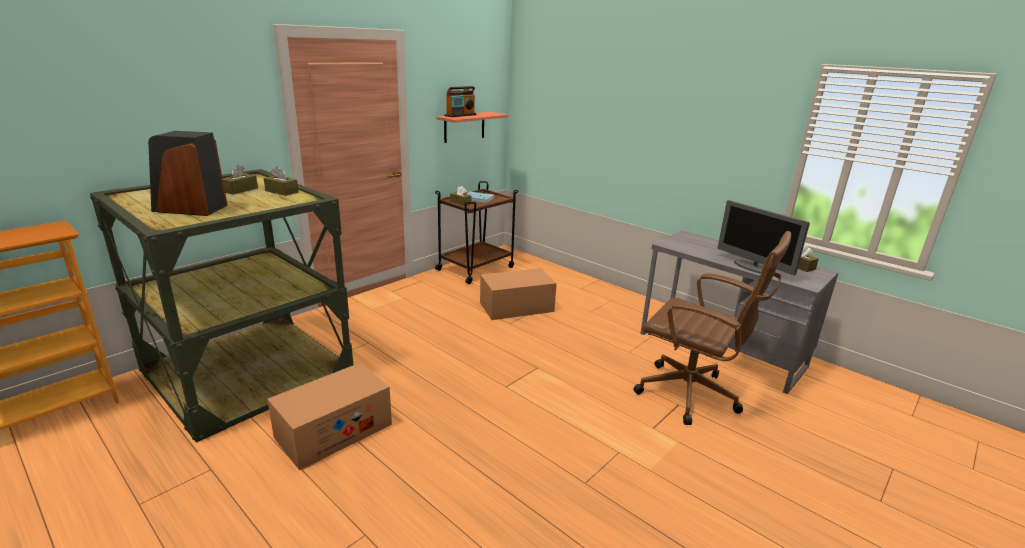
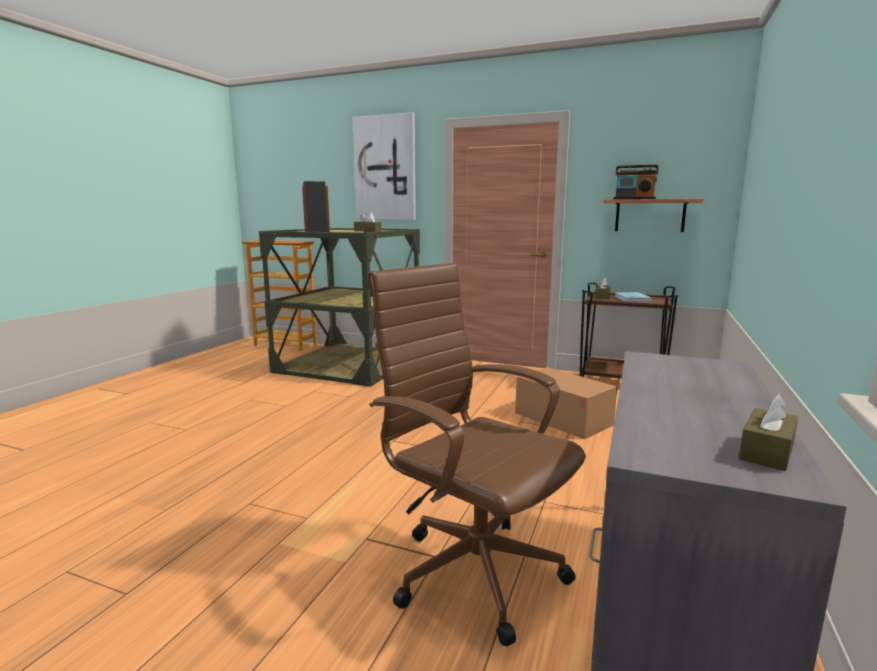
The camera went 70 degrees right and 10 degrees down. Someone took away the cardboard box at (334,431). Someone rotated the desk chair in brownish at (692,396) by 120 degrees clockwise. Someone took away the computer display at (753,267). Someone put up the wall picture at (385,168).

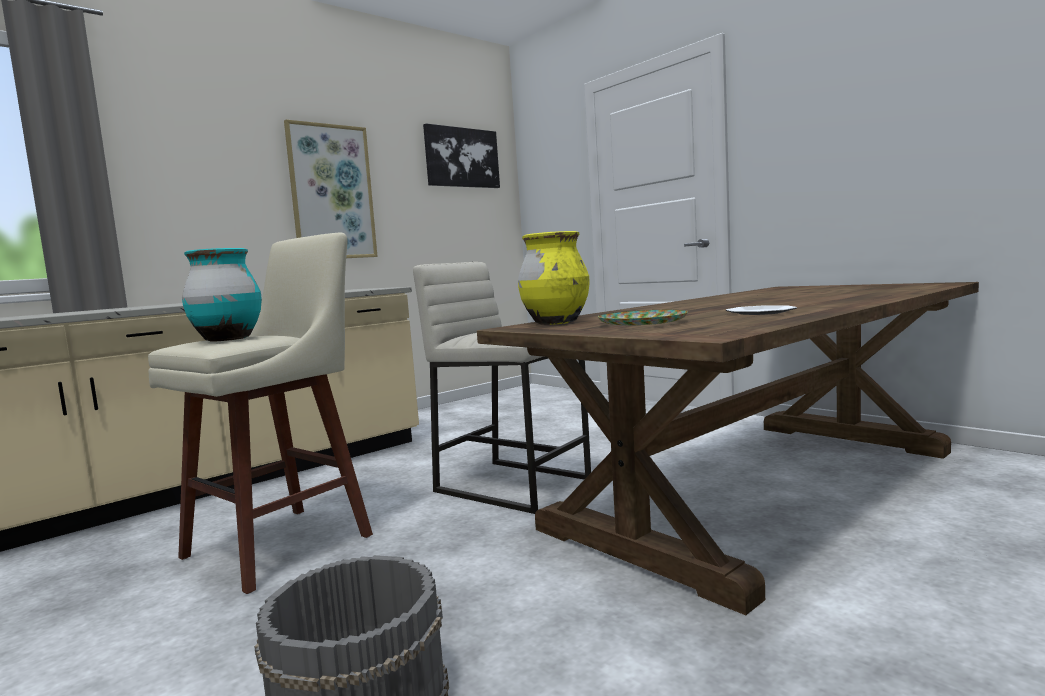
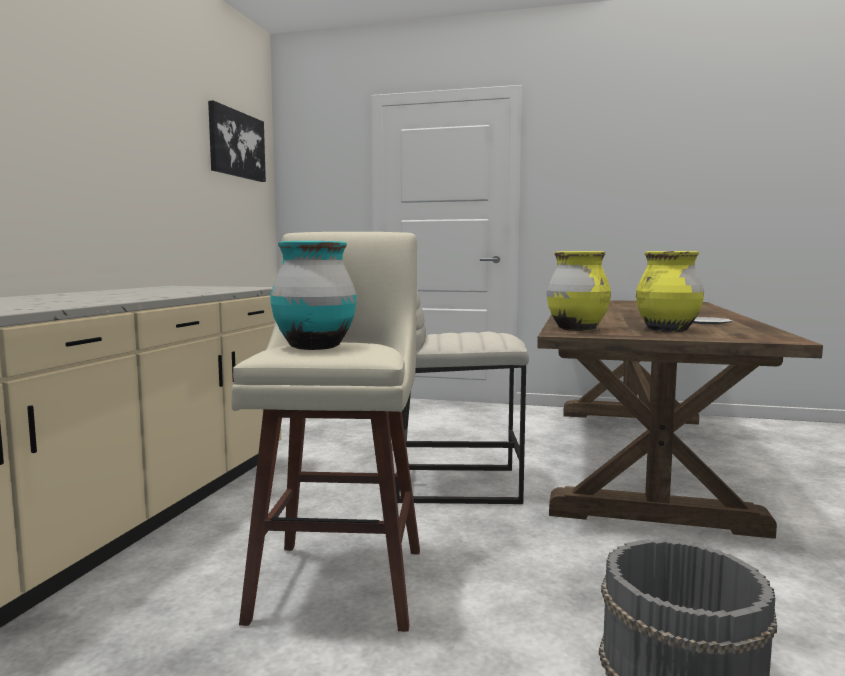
The camera went 35 degrees left and 0 degrees up. Someone took away the wall picture at (331,192). Someone swapped the dinner plate at (643,323) for the flower vase in yellow at (667,330).

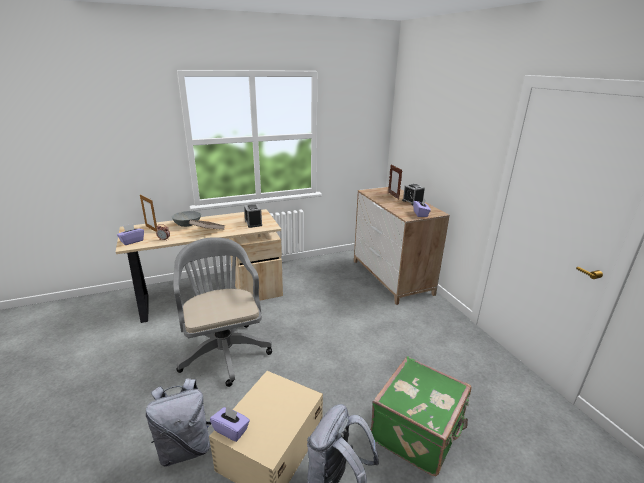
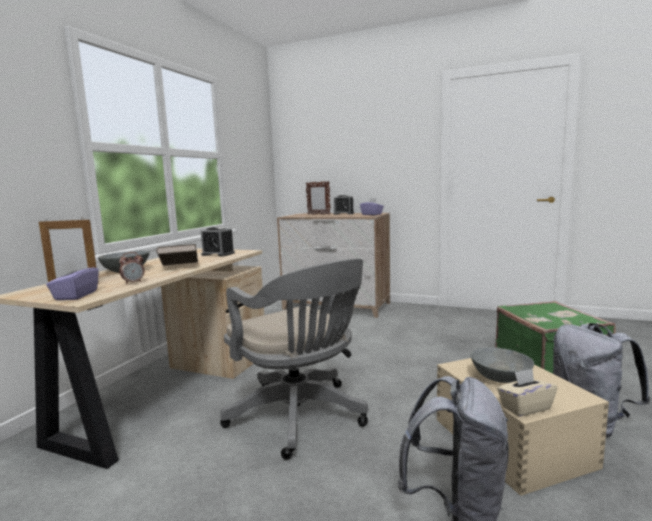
The camera went 45 degrees left and 15 degrees down. Someone rotated the desk chair in greyish at (224,349) by 150 degrees counterclockwise. Someone repainted the tissue holder in purple at (231,430), which became the tissue holder in beige-coloured at (525,407). Someone put down the serving bowl in greyish at (500,378).

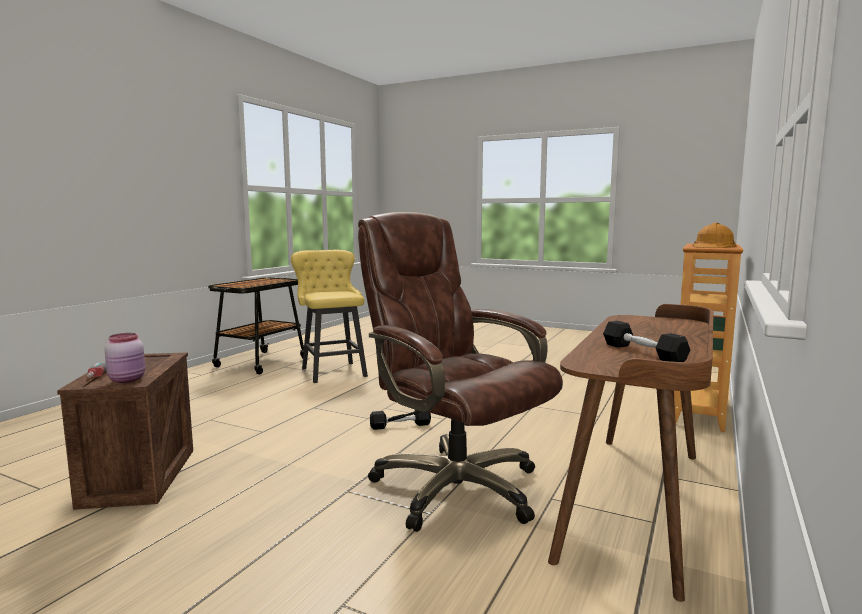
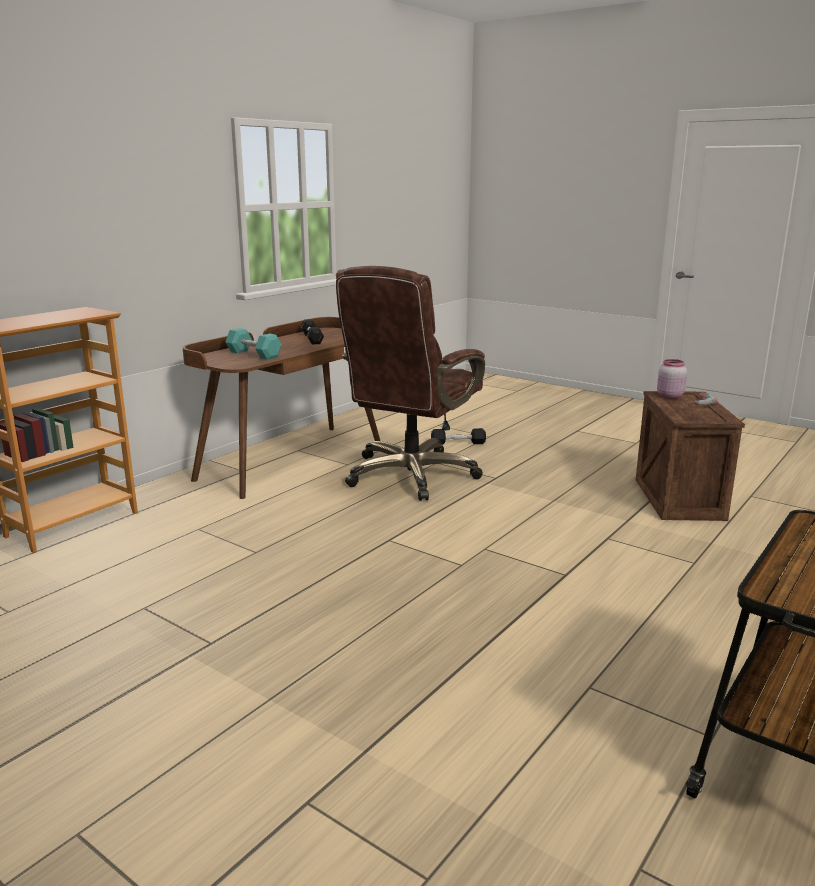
The camera went 170 degrees left and 10 degrees up. Someone took away the stool seat in yellow at (331,370). Someone rotated the desk chair in brownish at (456,487) by 60 degrees clockwise. Someone carried the dumbbell in black-coloured from (400,425) to (458,443). Someone took away the safety helmet in orange-coloured at (713,246). Someone put down the dumbbell in turquoise-coloured at (254,354).

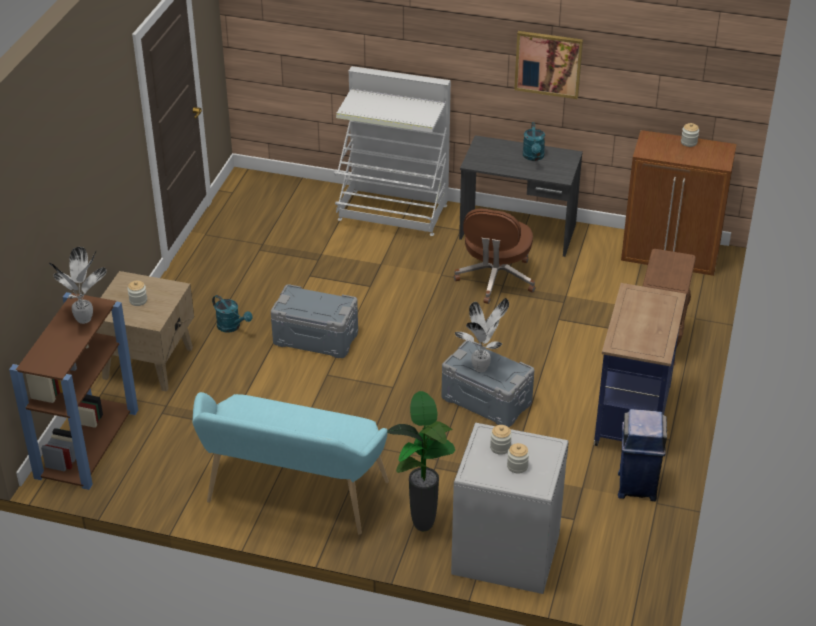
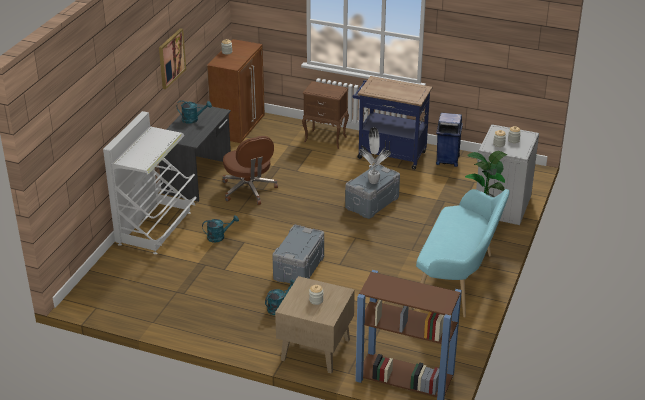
The camera went 85 degrees left and 5 degrees down. Someone took away the plant in a pot at (85,319). Someone rotated the desk chair in brownish at (495,279) by 45 degrees clockwise. Someone put down the watering can in turquoise-coloured at (219,237).

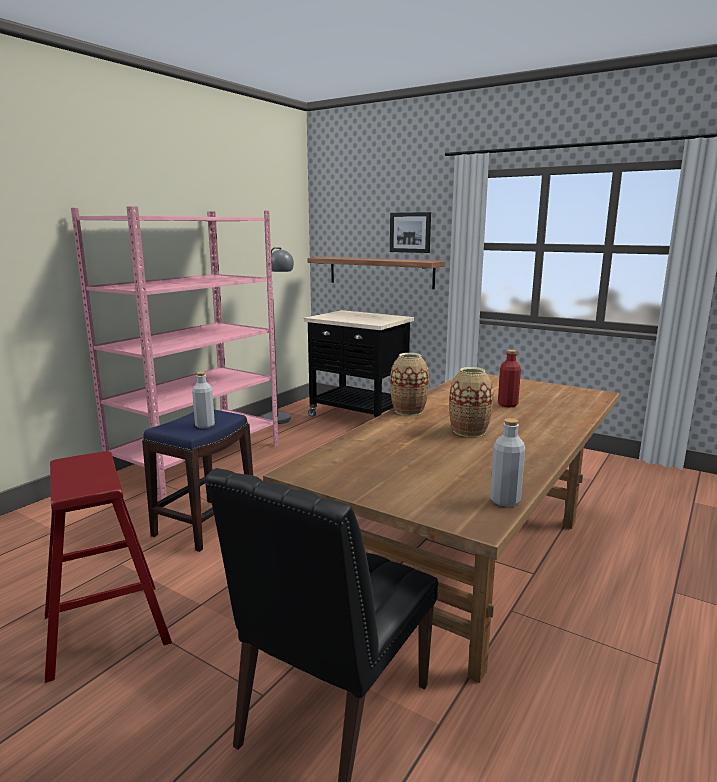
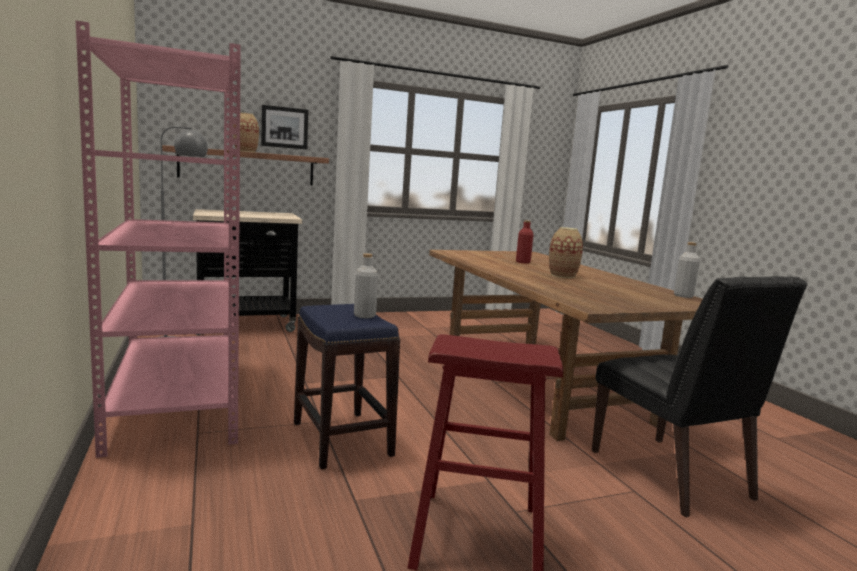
The camera went 55 degrees left and 5 degrees down. Someone carried the flower vase from (408,410) to (246,151).

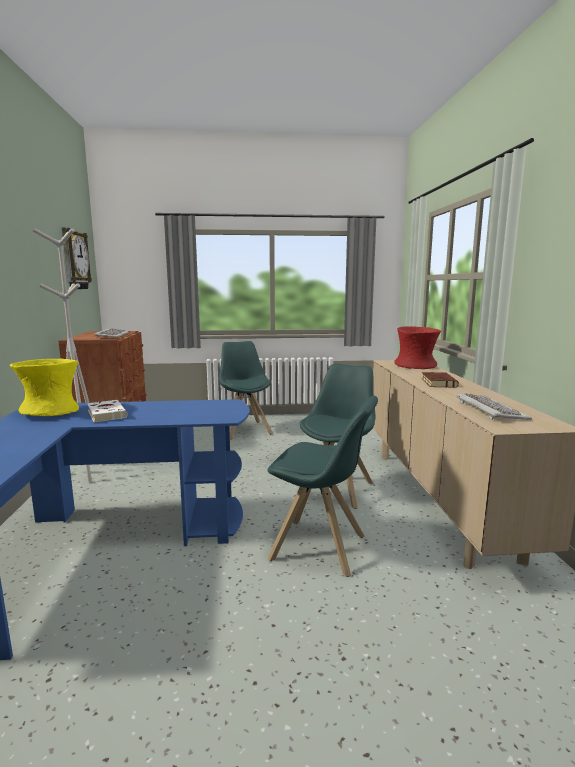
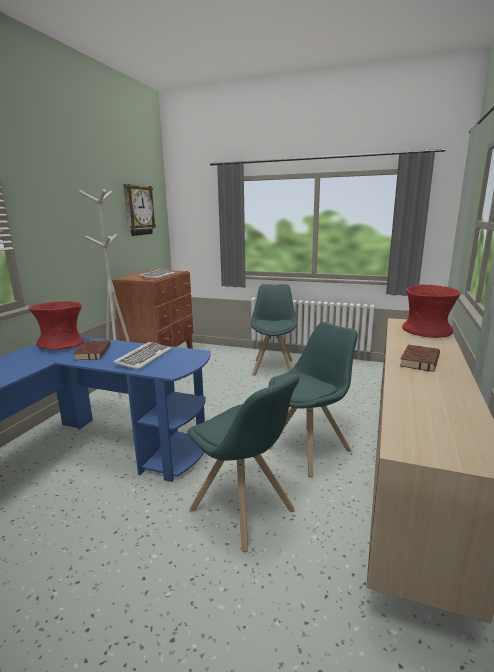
The camera went 25 degrees right and 5 degrees up. Someone repainted the flower vase in yellow at (50,412), which became the flower vase in red-coloured at (62,344). Someone repainted the book in white-coloured at (106,414), which became the book in brownish at (93,352). Someone carried the computer keyboard from (489,410) to (143,358).

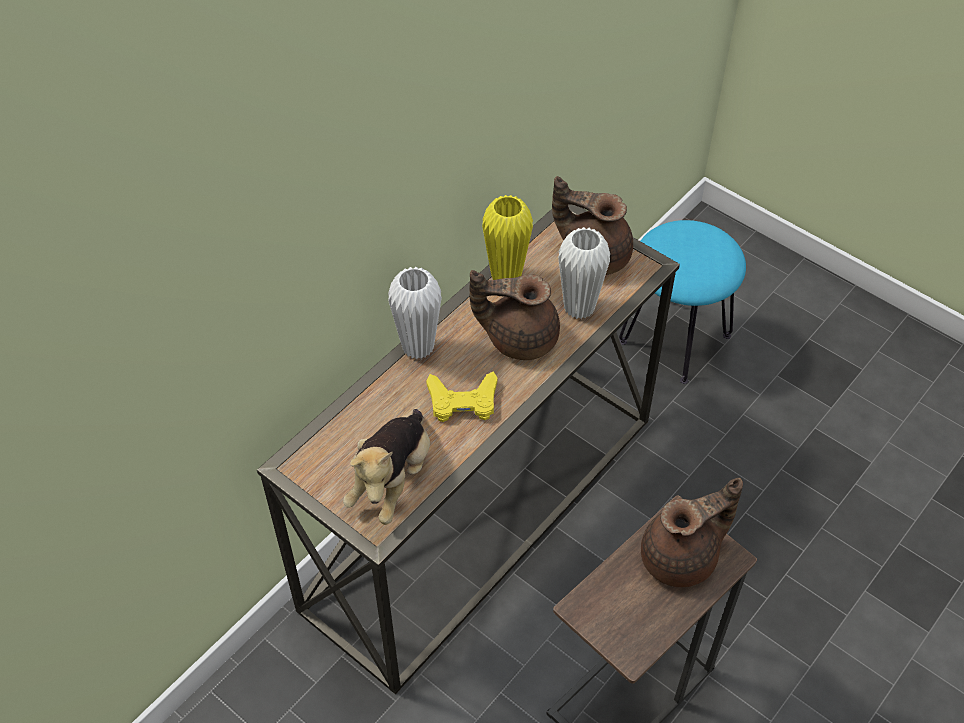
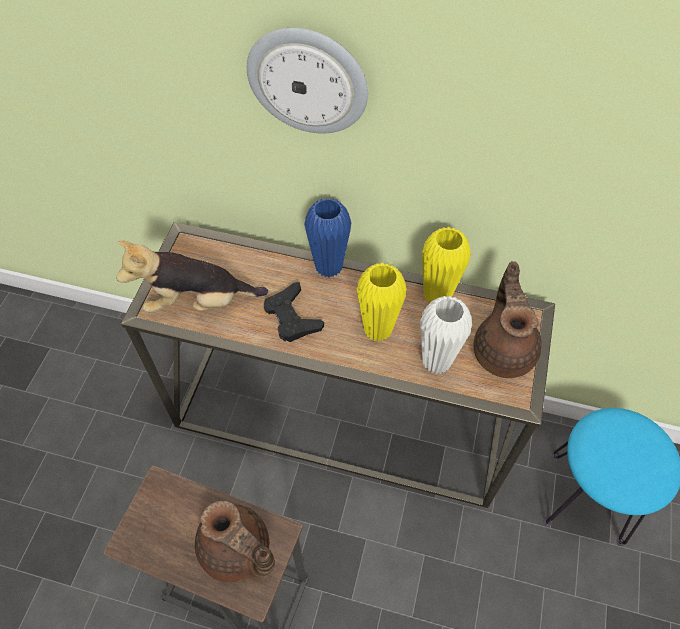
The camera went 65 degrees right and 5 degrees up. Someone repainted the flower vase in white-coloured at (418,347), which became the flower vase in bluish at (328,267). Someone repainted the gamepad in yellow at (462,401), which became the gamepad in black-coloured at (292,317). Someone swapped the tea pot in brownish at (518,337) for the flower vase in yellow at (377,329). Someone put up the hanging clock at (308,81).

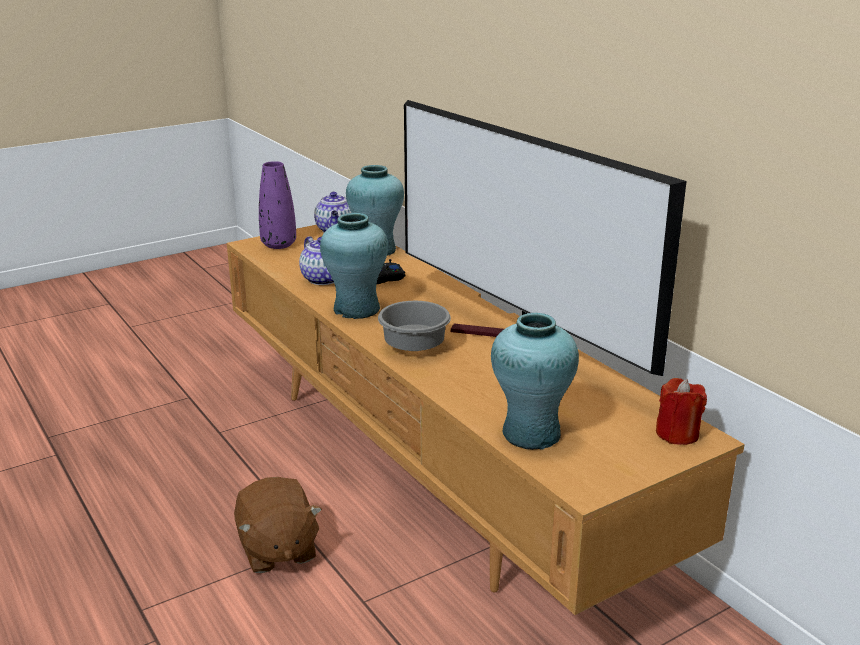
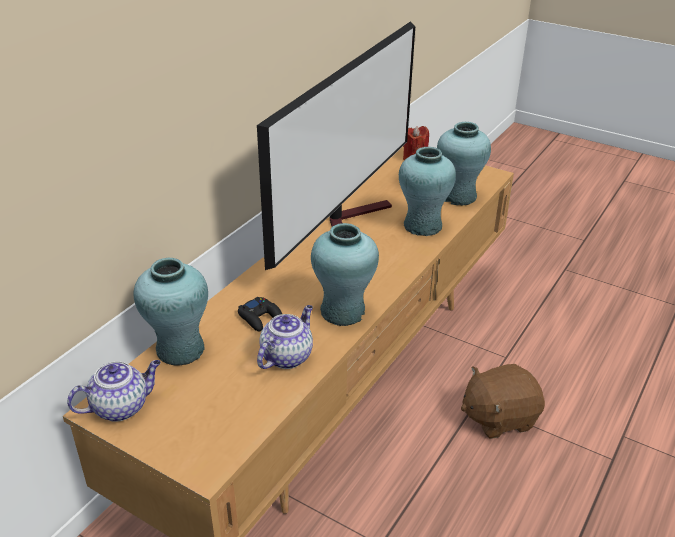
The camera went 115 degrees left and 10 degrees up. Someone rotated the soft toy in brownish at (277,550) by 150 degrees counterclockwise. Someone took away the flower vase in purple at (278,245). Someone took away the serving bowl in greyish at (413,345). Someone put down the flower vase in turquoise-coloured at (422,225).

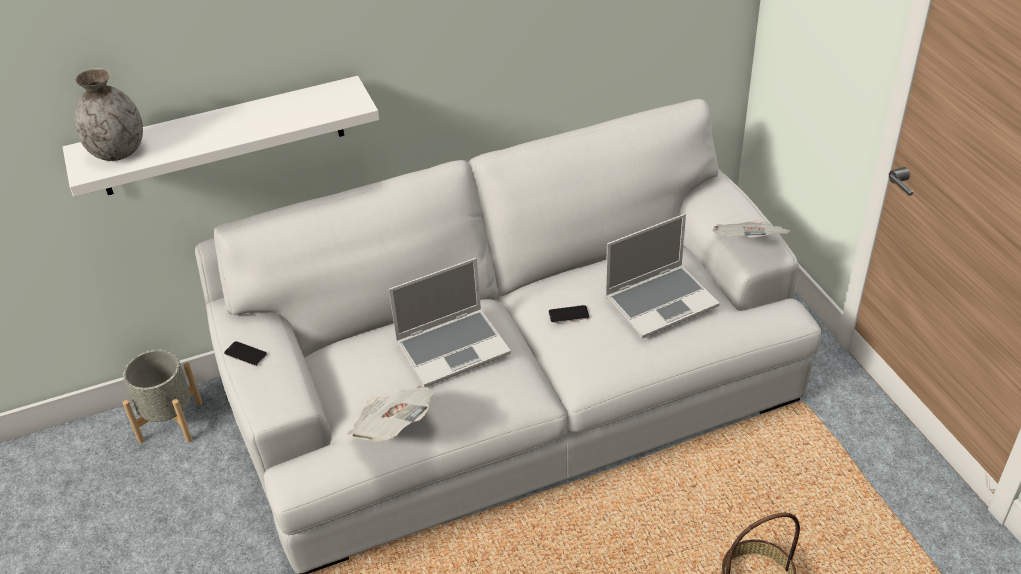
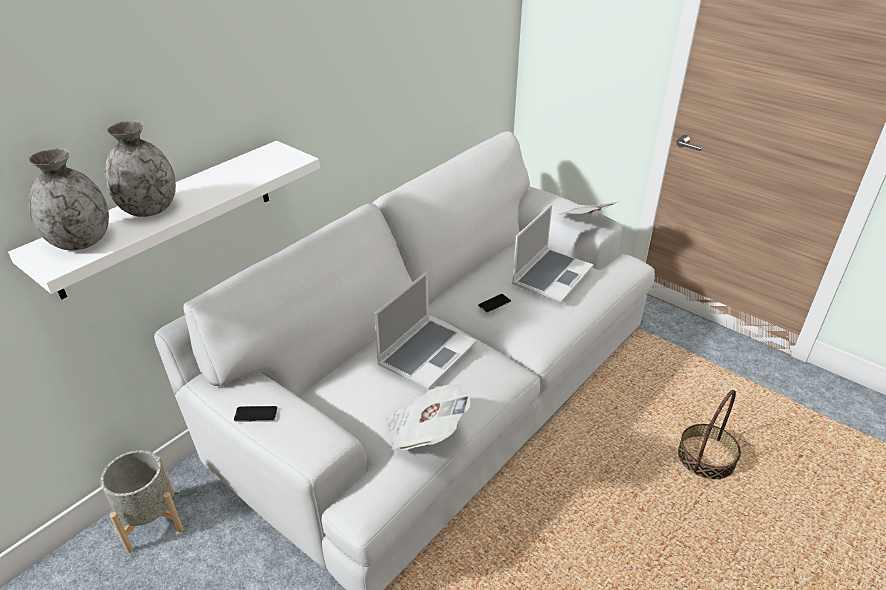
The camera went 30 degrees left and 5 degrees down. Someone put down the flower vase in greyish at (148,209).

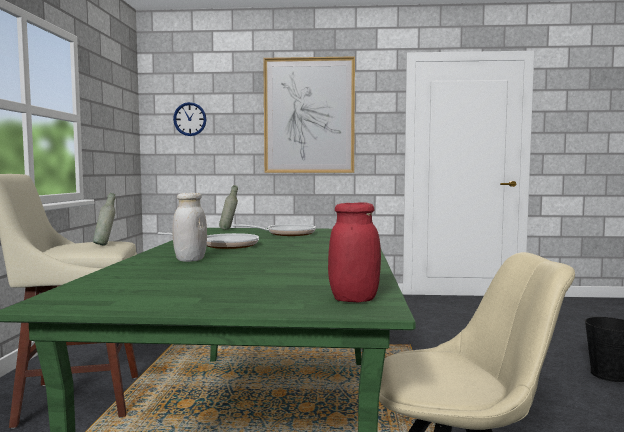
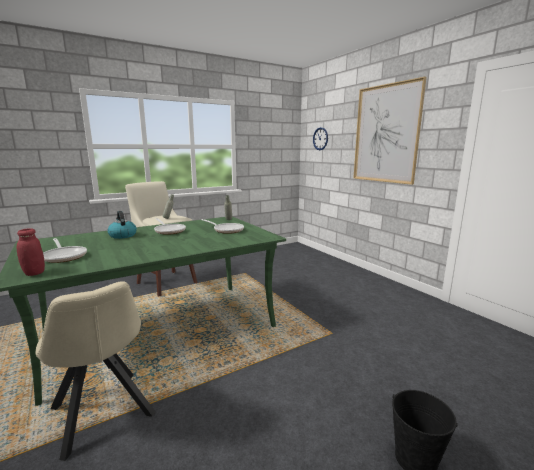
The camera went 55 degrees right and 10 degrees up. Someone swapped the preserve jar in white-coloured at (190,260) for the tea kettle at (122,235). Someone put down the frying pan at (64,256).

